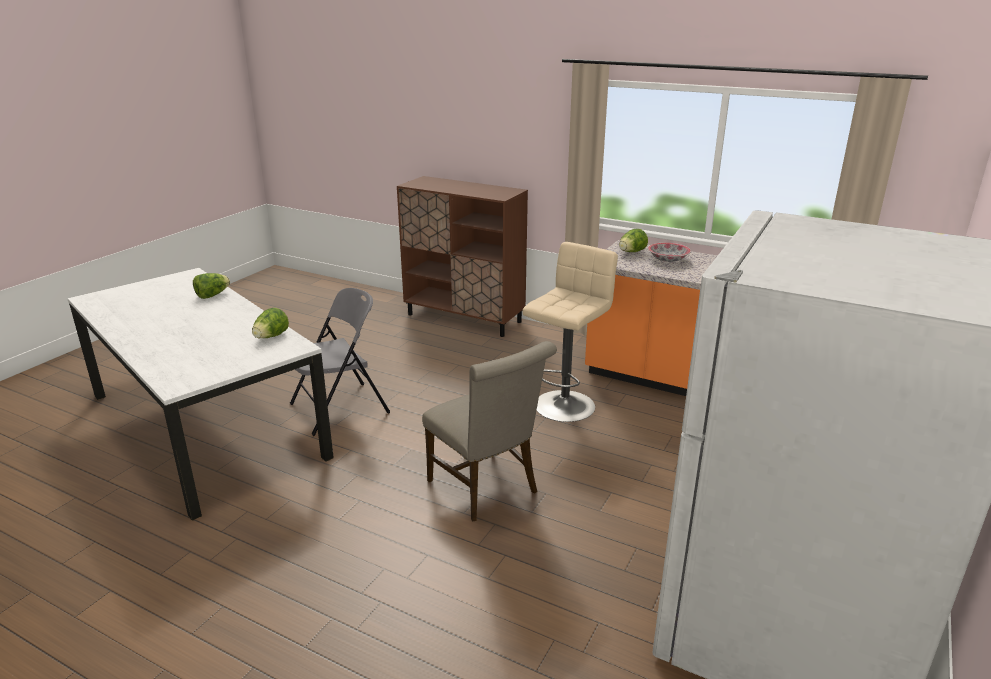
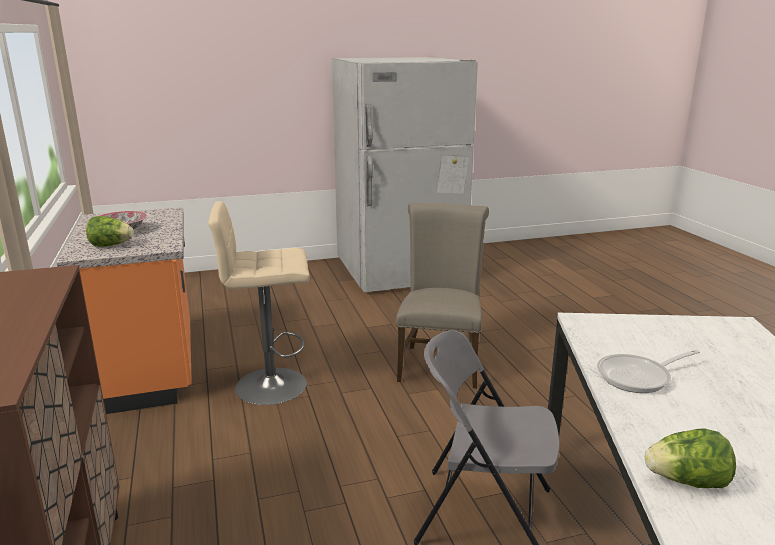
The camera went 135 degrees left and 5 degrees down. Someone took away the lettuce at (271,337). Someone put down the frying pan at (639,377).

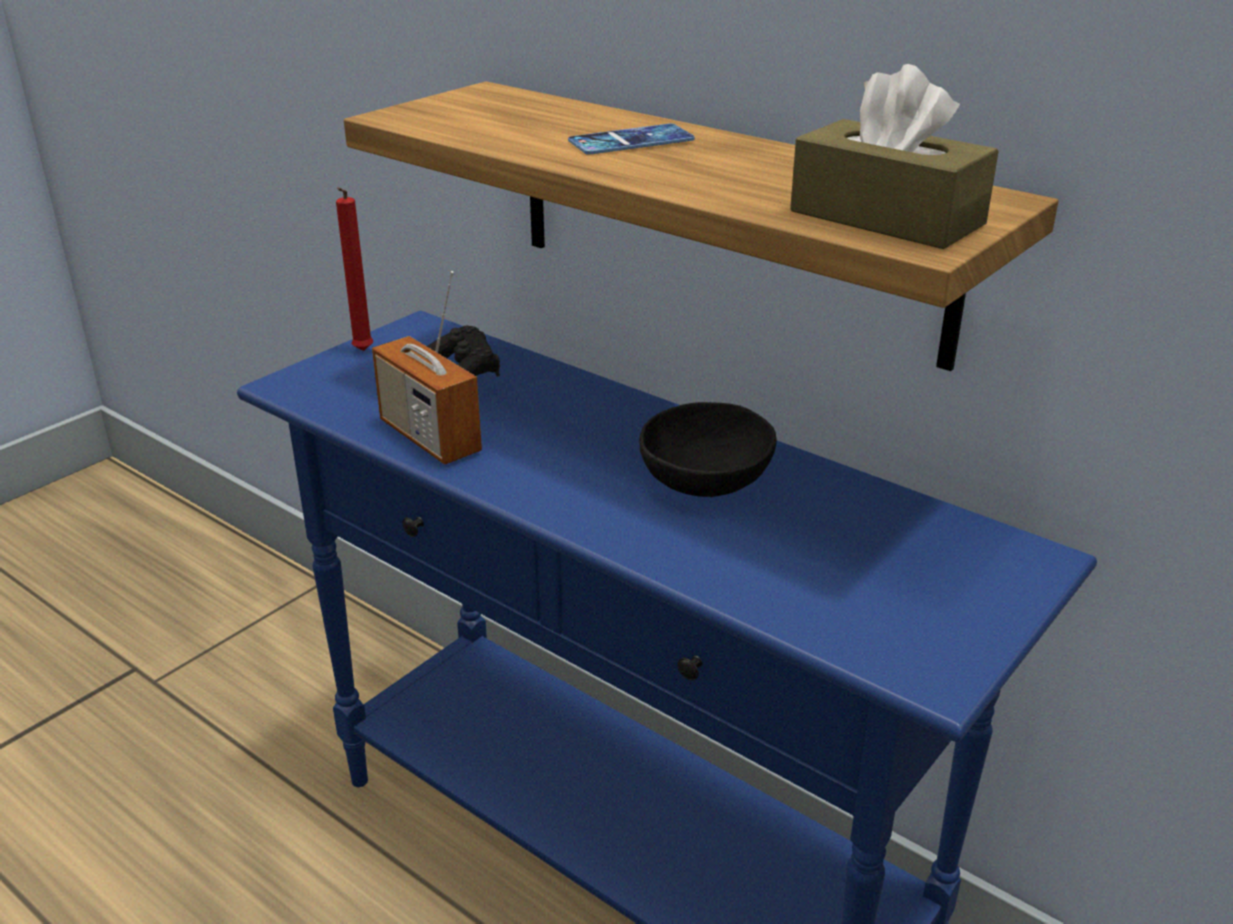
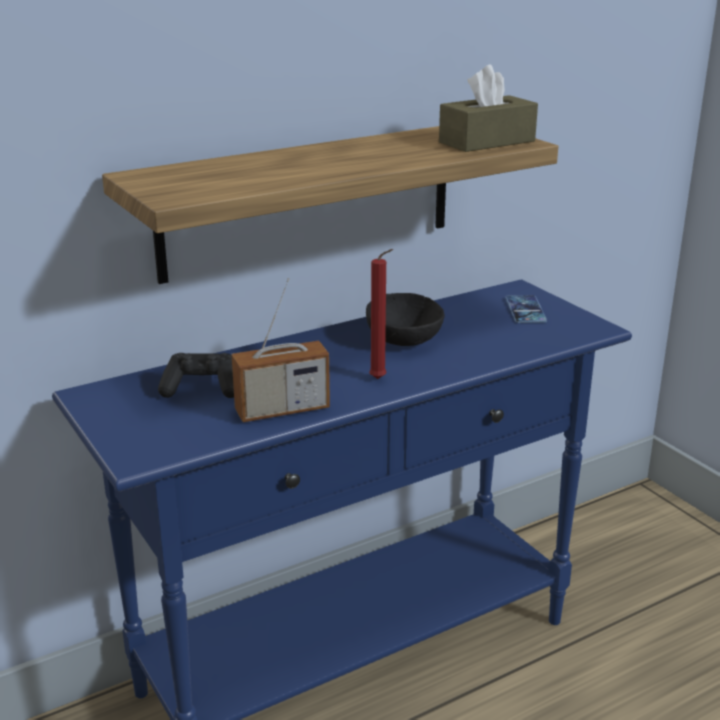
The camera went 70 degrees left and 5 degrees down. Someone carried the candle in red-coloured from (362,352) to (380,379). Someone carried the telephone from (631,141) to (525,310).

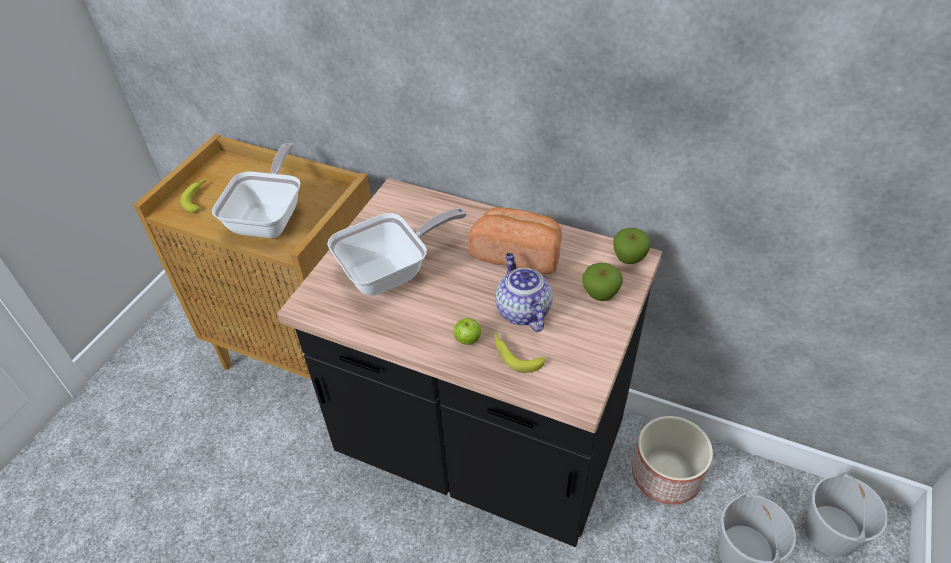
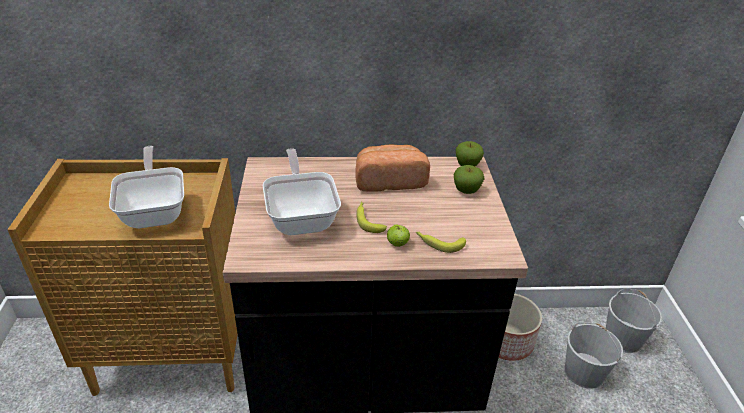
The camera went 30 degrees left and 10 degrees down. Someone carried the banana fruit from (198,198) to (368,220). Someone rotated the frying pan at (392,272) by 45 degrees counterclockwise. Someone took away the tea pot at (522,310).

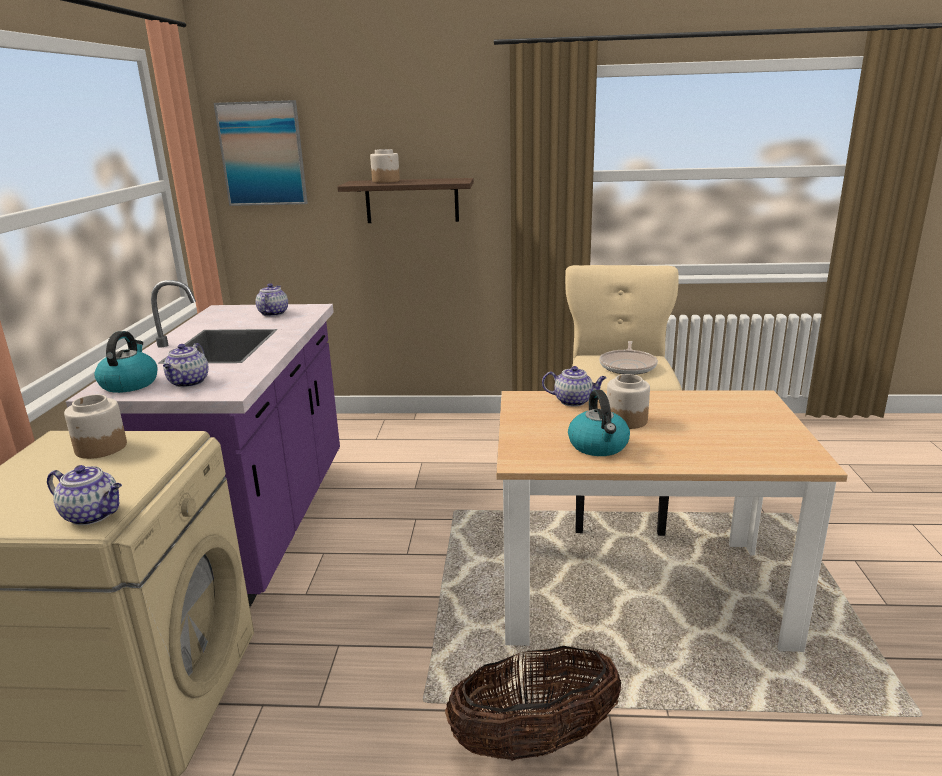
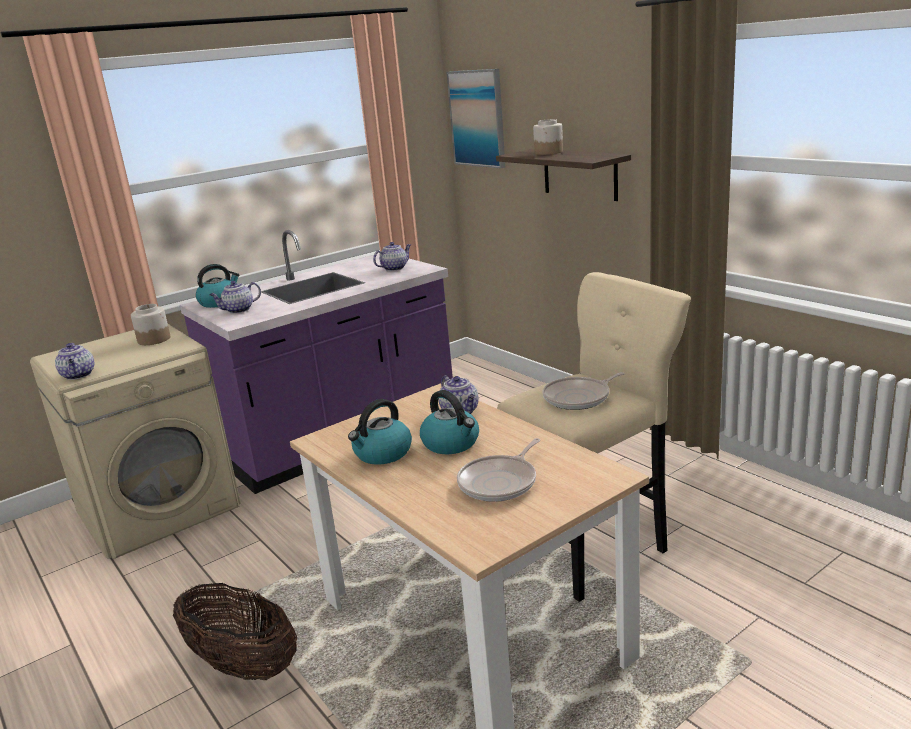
The camera went 50 degrees right and 0 degrees up. Someone swapped the preserve jar at (626,420) for the tea kettle at (451,443). Someone put down the frying pan at (500,482).

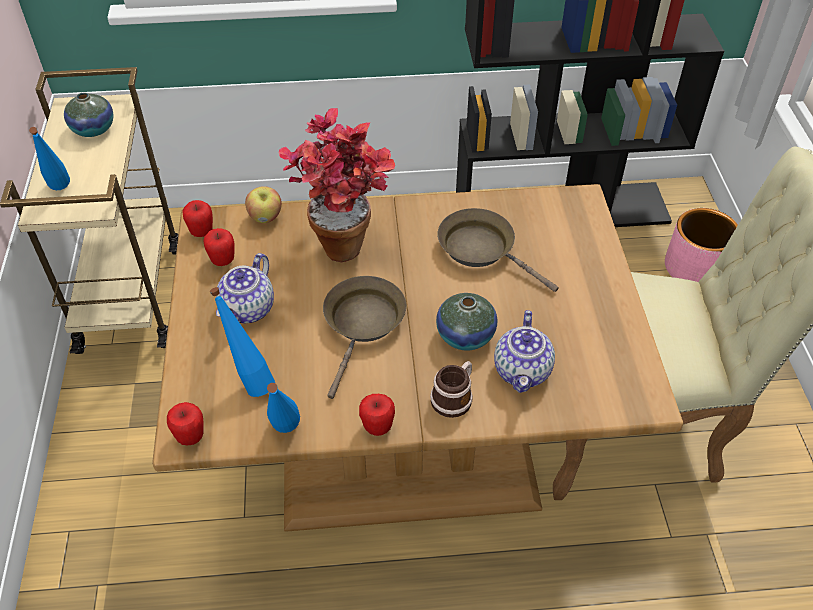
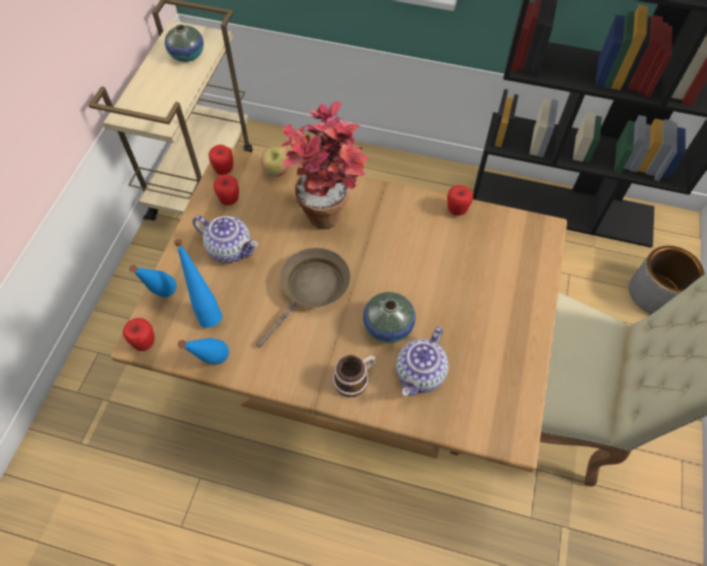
The camera went 20 degrees right and 10 degrees up. Someone carried the drink bottle in bluish from (60,192) to (164,300). Someone rotated the tea pot at (248,310) by 105 degrees counterclockwise. Someone carried the apple fruit from (377,427) to (456,210). Someone took away the frying pan in brownish at (482,250). Someone repainted the planter in pink at (695,268), which became the planter in greyish at (655,294).

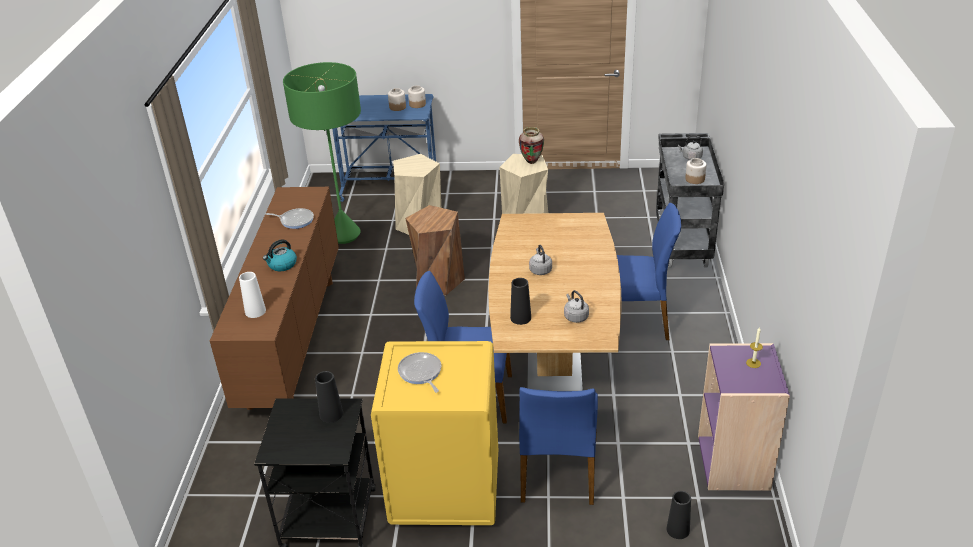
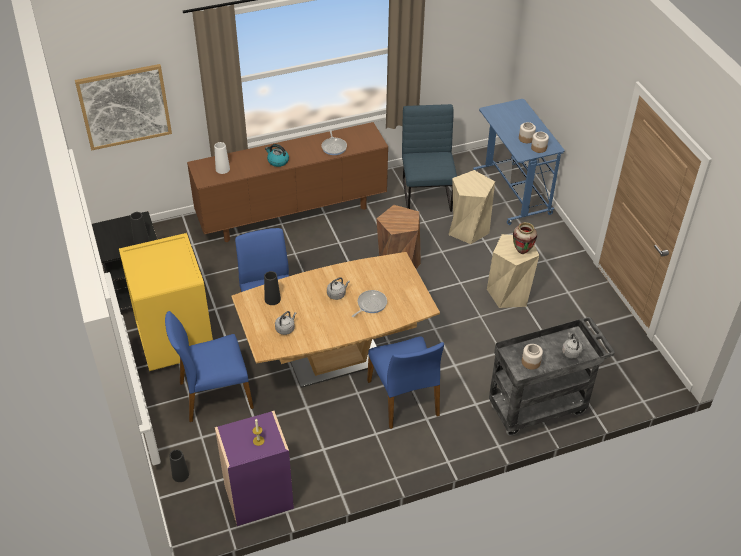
The camera went 65 degrees right and 10 degrees up. Someone swapped the standard lamp in green at (344,236) for the chair in bluish at (427,193). Someone carried the frying pan from (420,373) to (370,304). Someone put up the wall picture at (124,106).

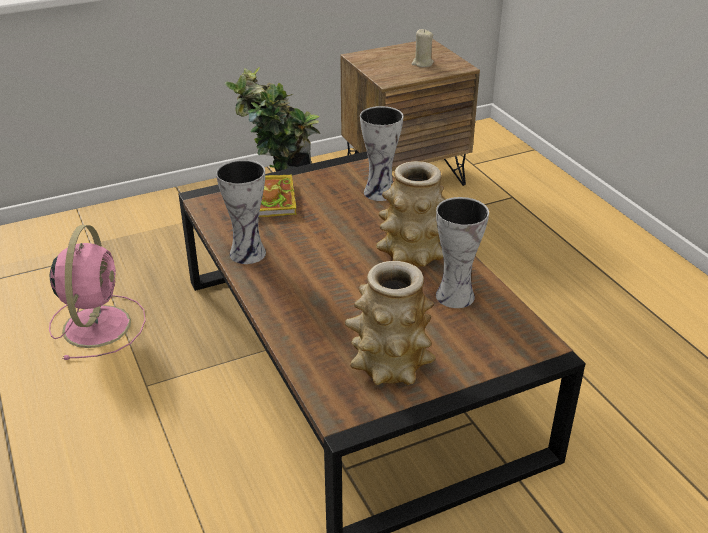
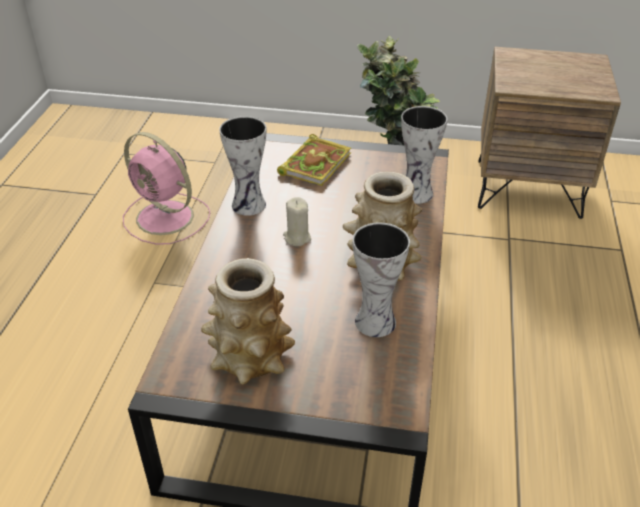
The camera went 35 degrees right and 5 degrees up. Someone rotated the cooling fan in pink at (97,324) by 90 degrees clockwise. Someone carried the candle in beige-coloured from (422,63) to (297,237).

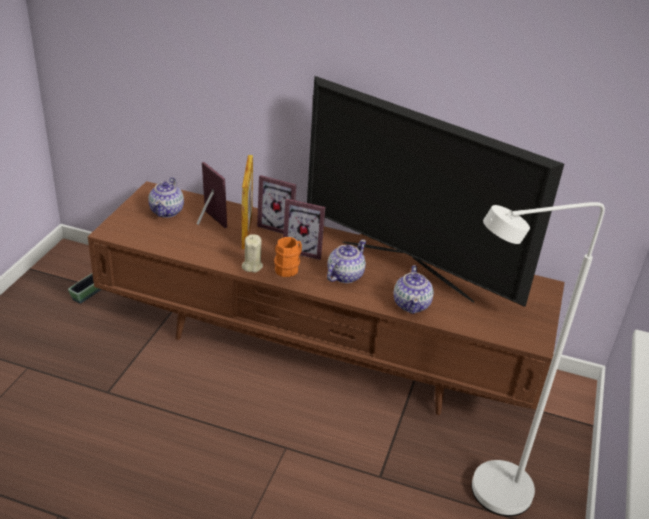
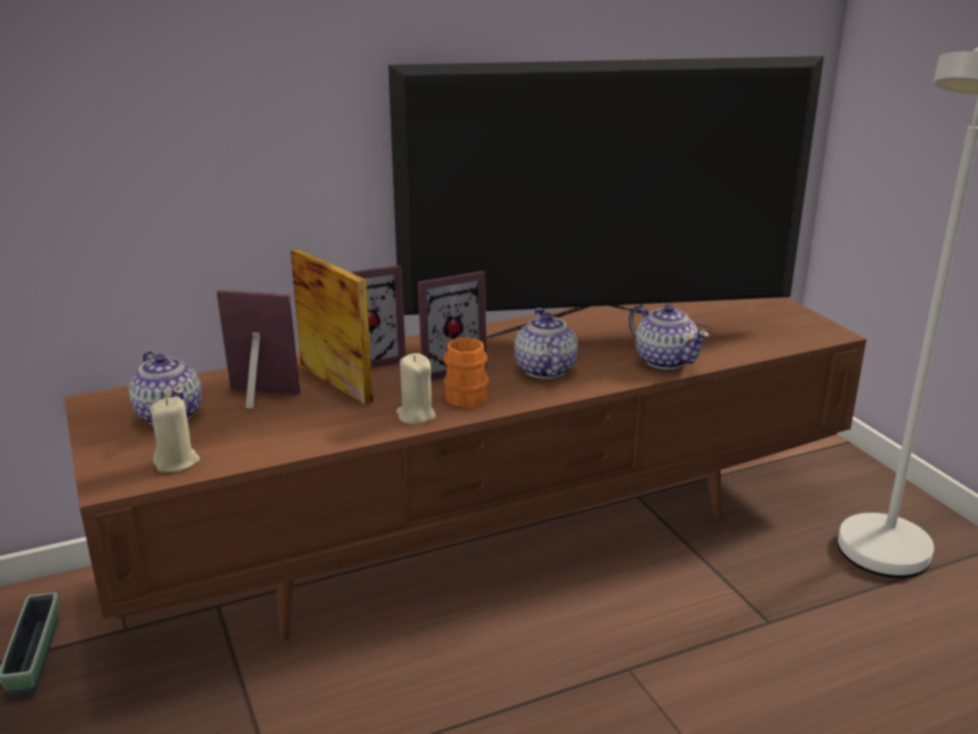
The camera went 40 degrees left and 10 degrees down. Someone put down the candle in beige-coloured at (177,462).

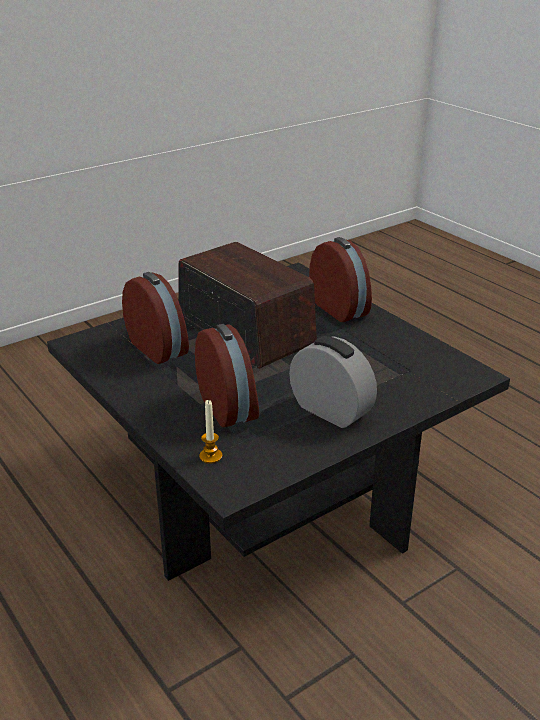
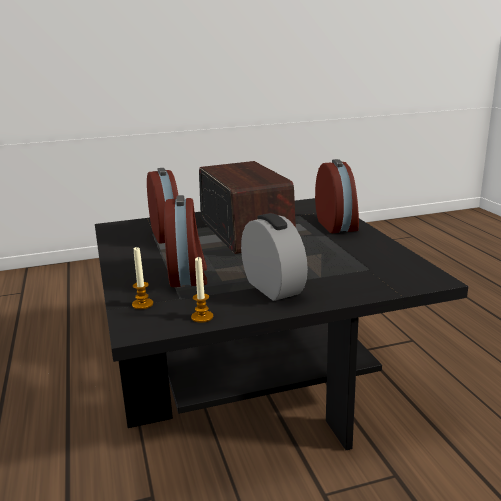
The camera went 20 degrees right and 10 degrees down. Someone put down the candle at (202,317).

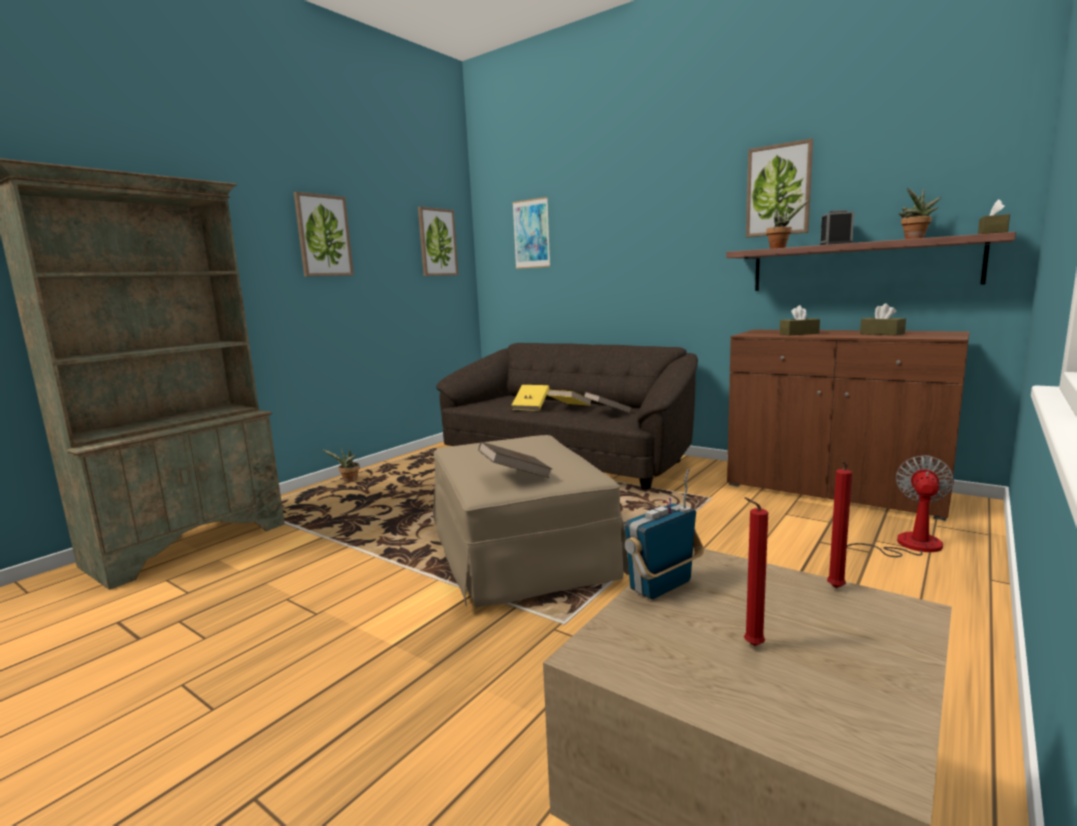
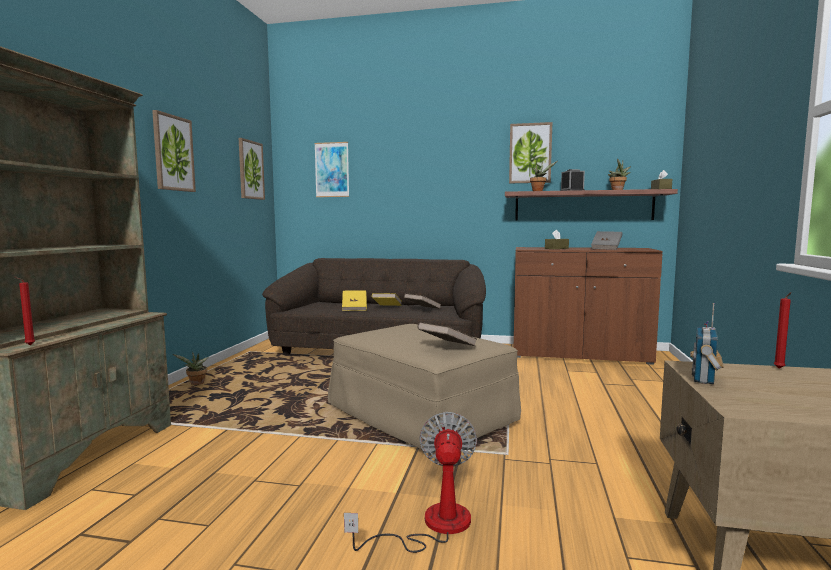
The camera went 25 degrees left and 5 degrees down. Someone carried the candle in red-coloured from (750,646) to (28,345). Someone carried the cooling fan from (905,545) to (432,526). Someone swapped the tissue holder in brownish at (882,334) for the book in greyish at (606,248).

